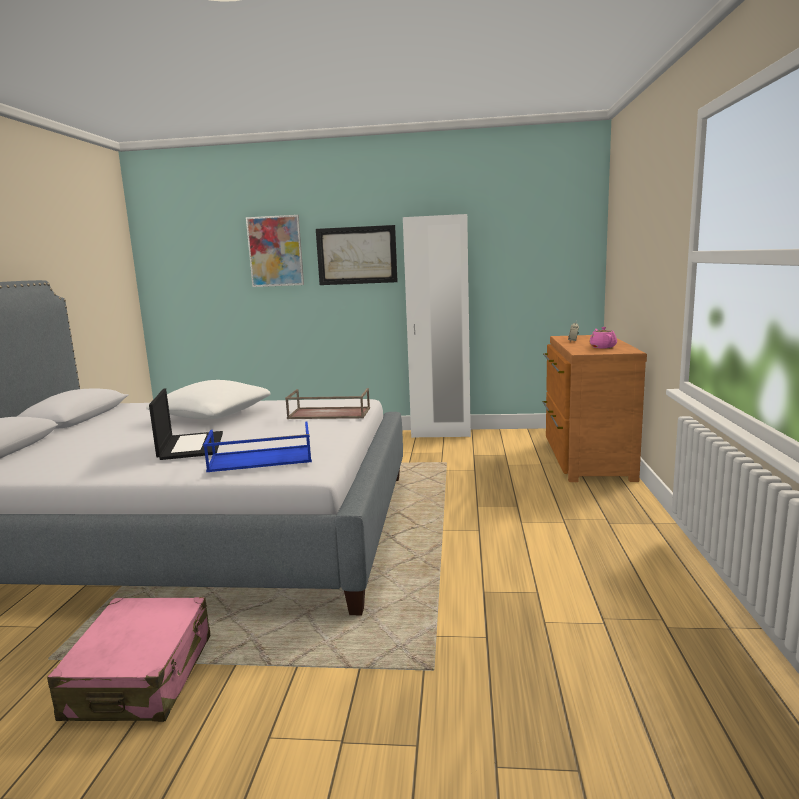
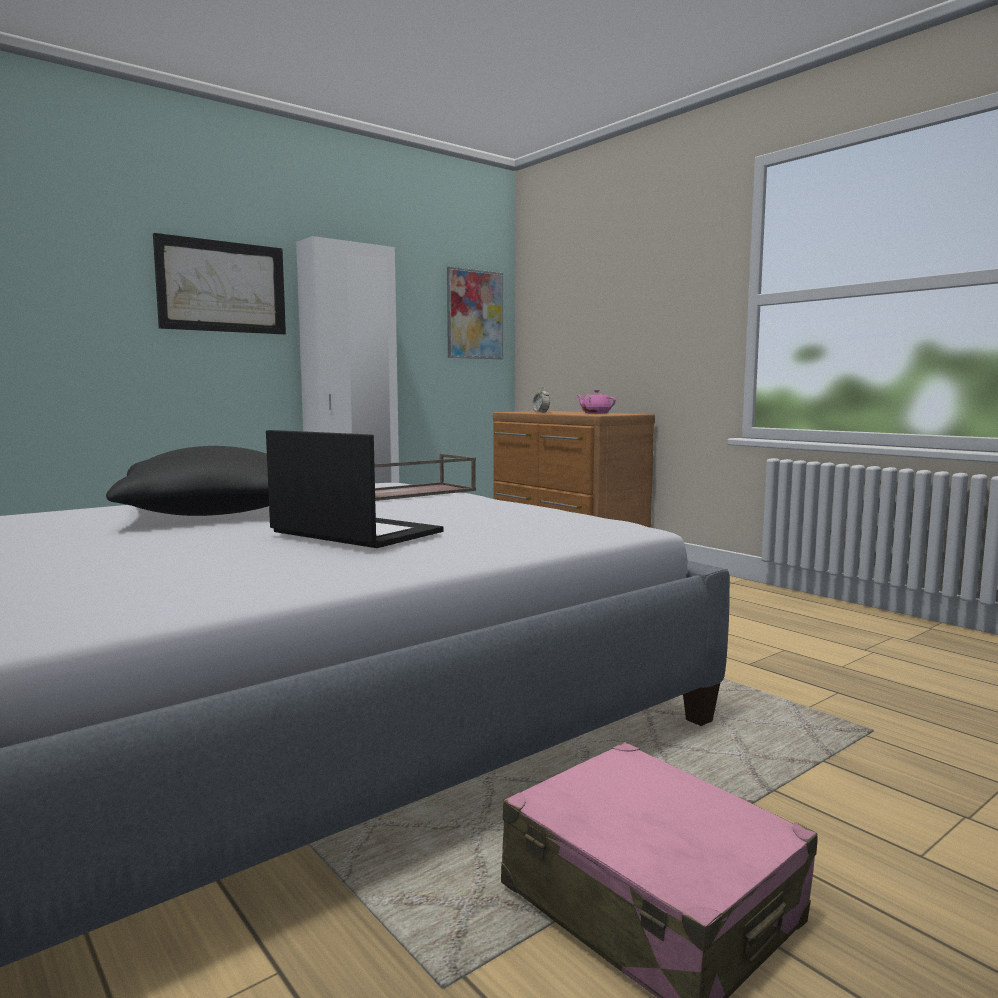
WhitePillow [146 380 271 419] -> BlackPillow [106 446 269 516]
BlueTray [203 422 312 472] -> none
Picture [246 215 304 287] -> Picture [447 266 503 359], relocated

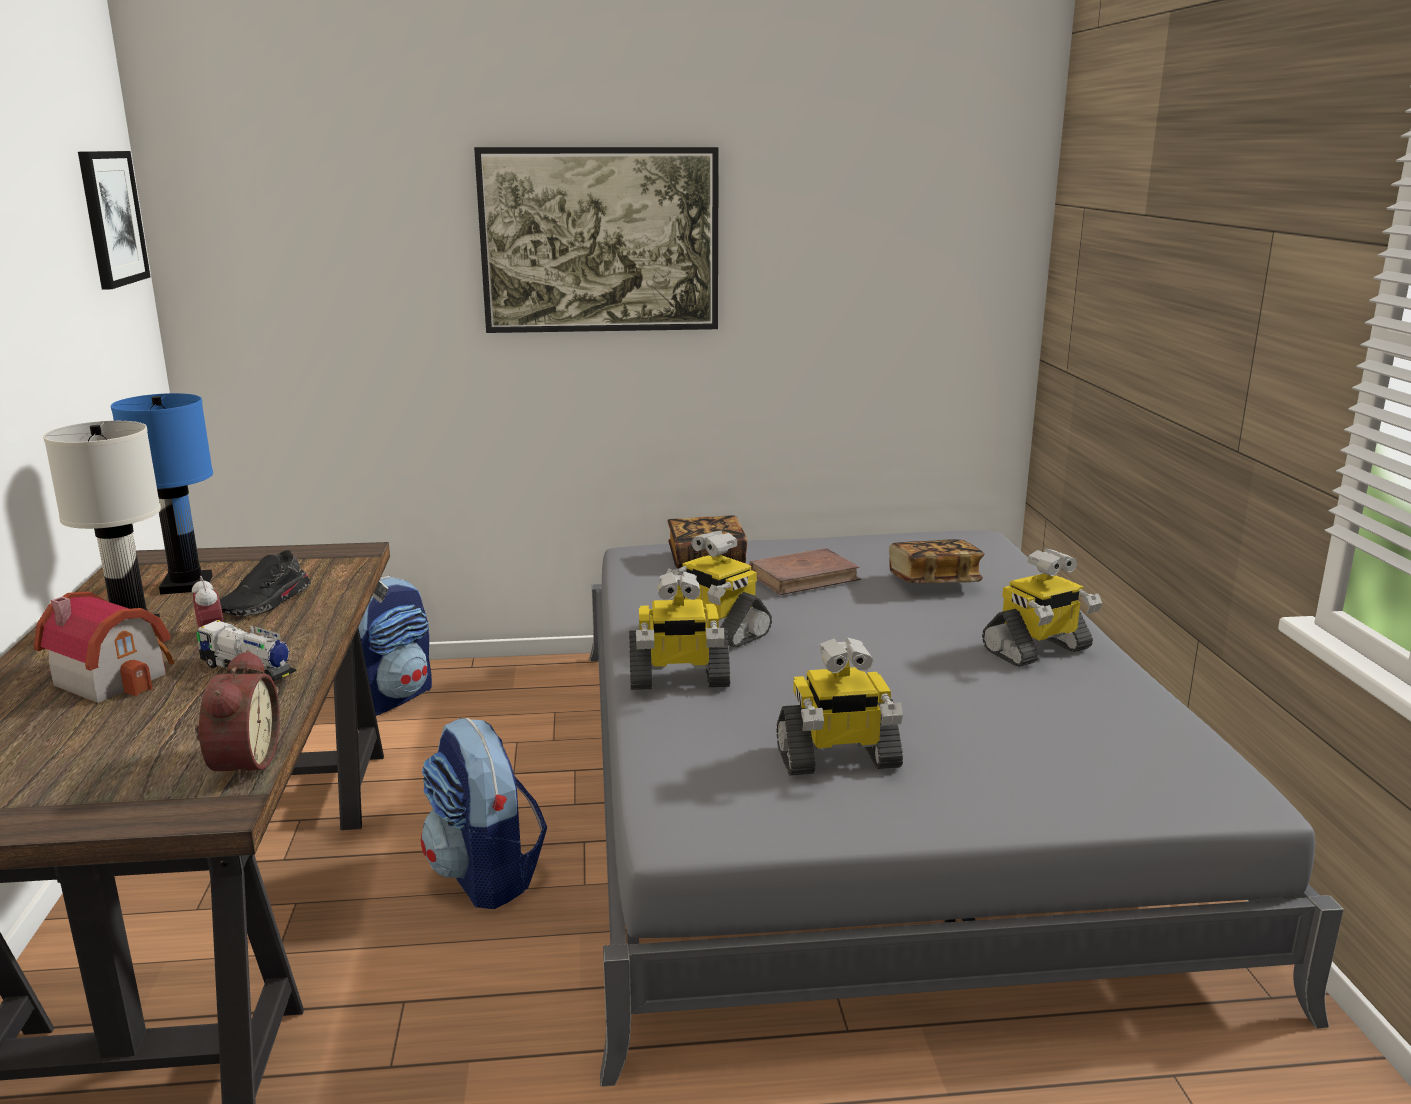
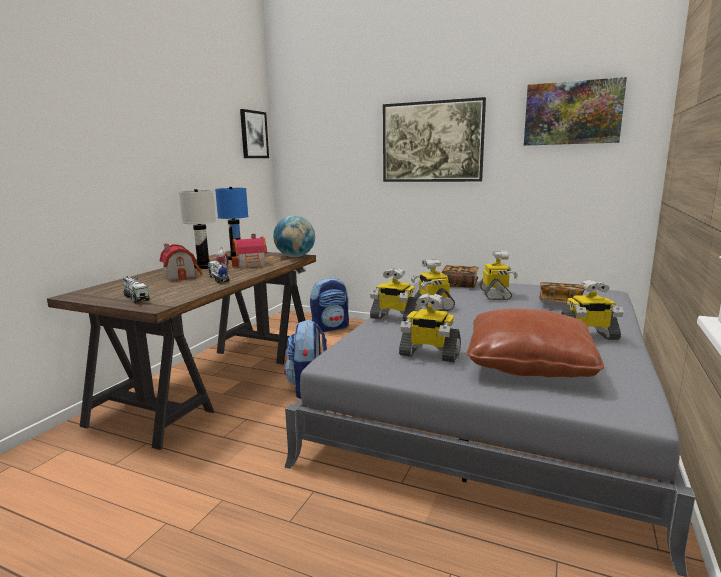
AlarmClock [195 650 280 785] -> none
BlackShoe [220 550 311 616] -> ToyHouse [231 234 267 269]
BrownBook [749 548 861 595] -> ToyRobot [479 251 518 300]
none -> ToyTruck [123 276 150 303]
none -> Globe [273 216 315 257]
none -> BrownPillow [467 309 604 377]
none -> Picture [524 77 627 146]

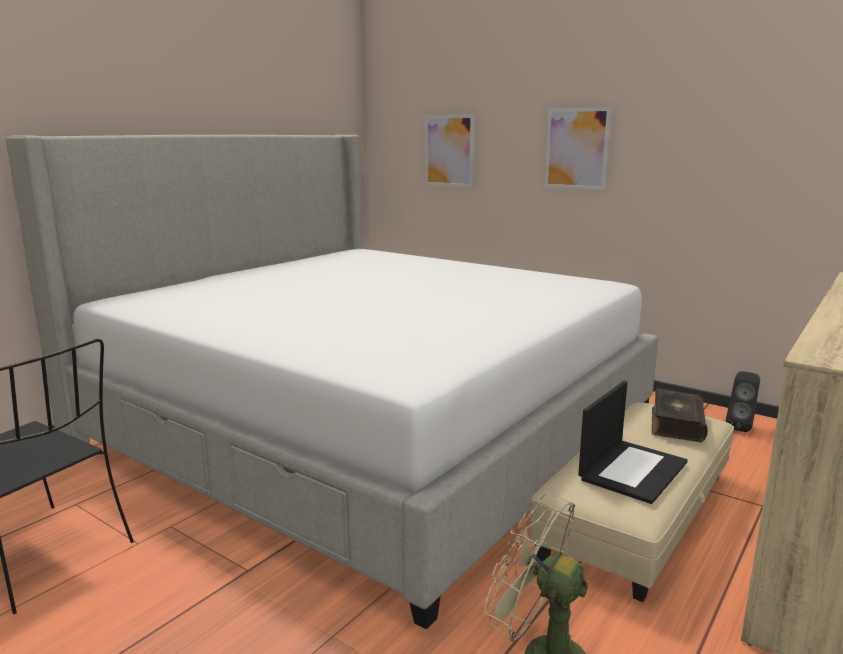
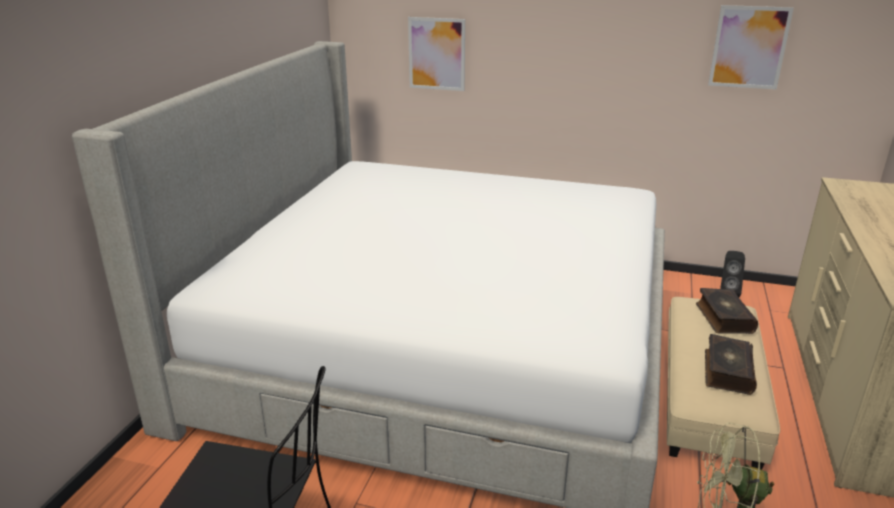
Picture [544 107 611 190] -> Picture [708 5 794 90], relocated
Laptop [578 381 688 504] -> Book [705 334 757 395]

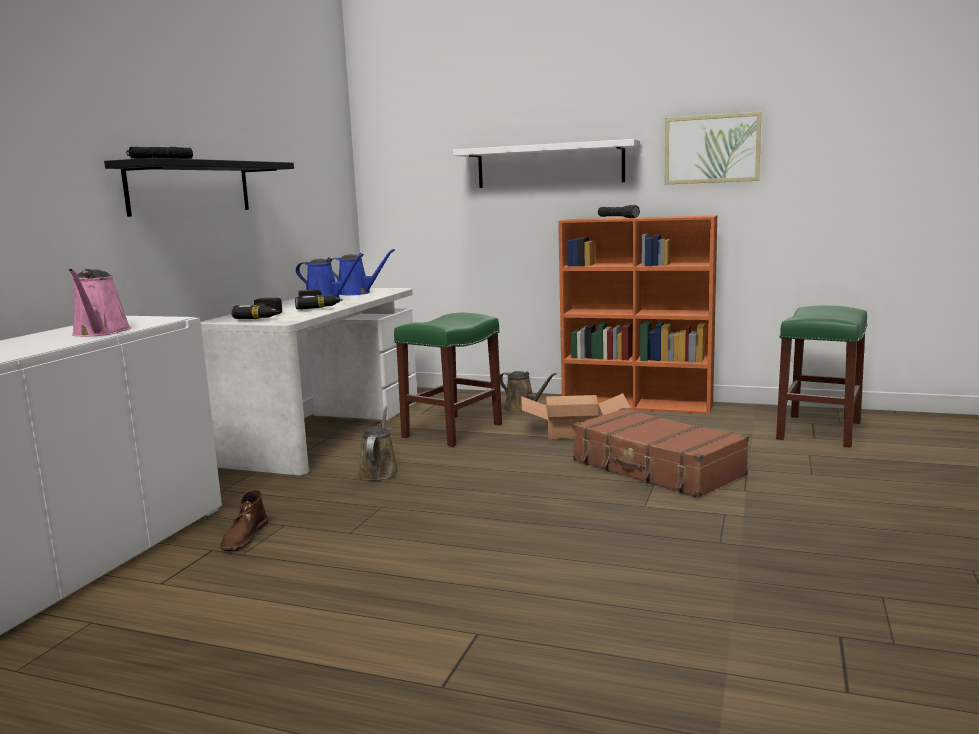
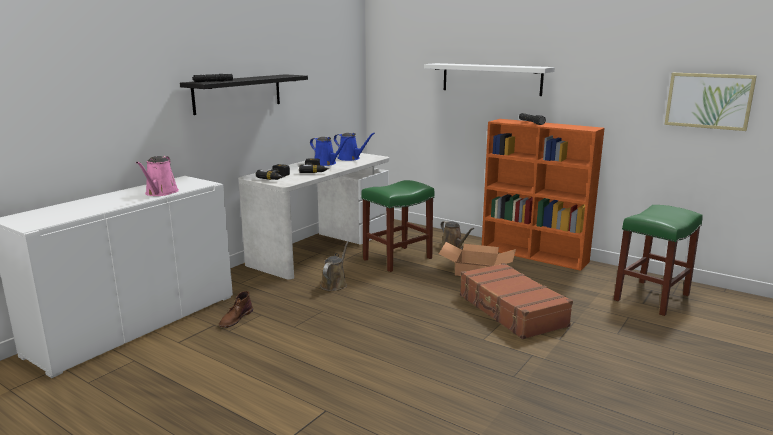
Picture [665 112 762 184] -> Picture [664 73 757 131], relocated

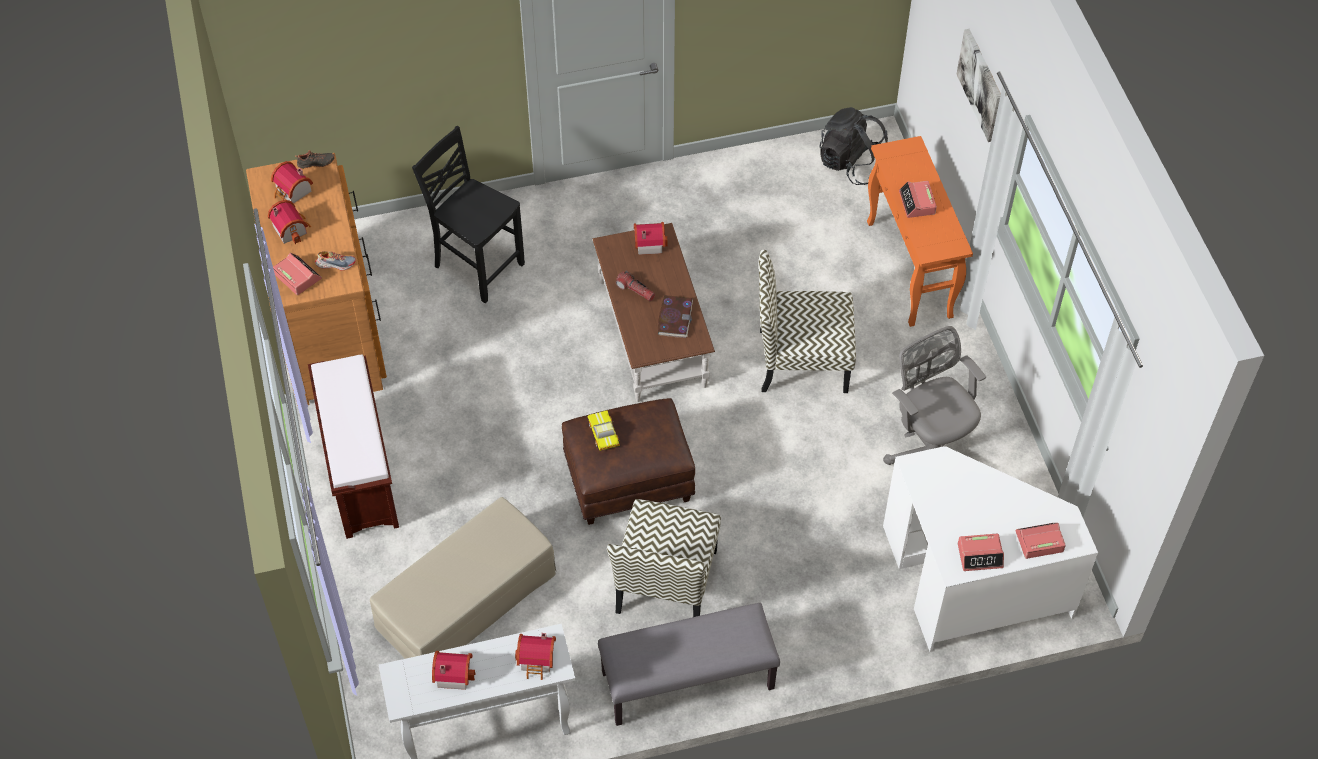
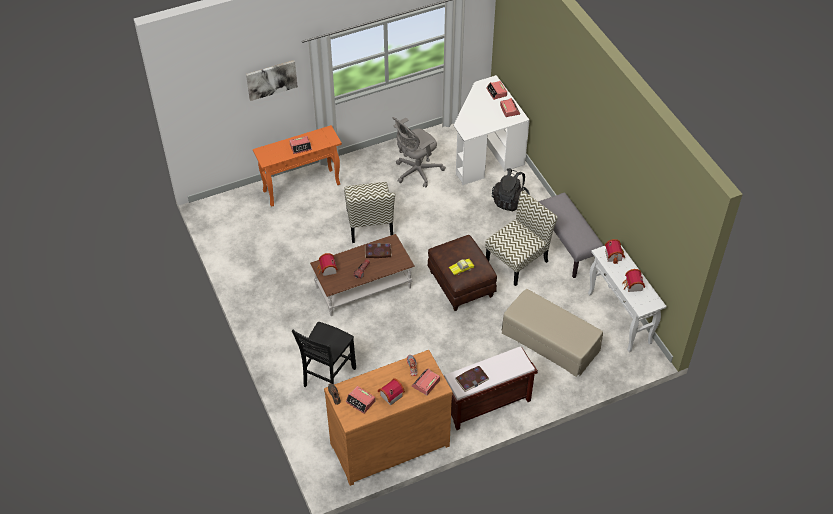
ToyHouse [271 161 313 203] -> AlarmClock [346 386 375 414]
Chair [607 499 721 617] -> Chair [485 191 558 286], 45 degrees counterclockwise
BlackBackpack [819 107 888 185] -> BlackBackpack [492 168 530 211], relocated
none -> Book [455 366 489 392]

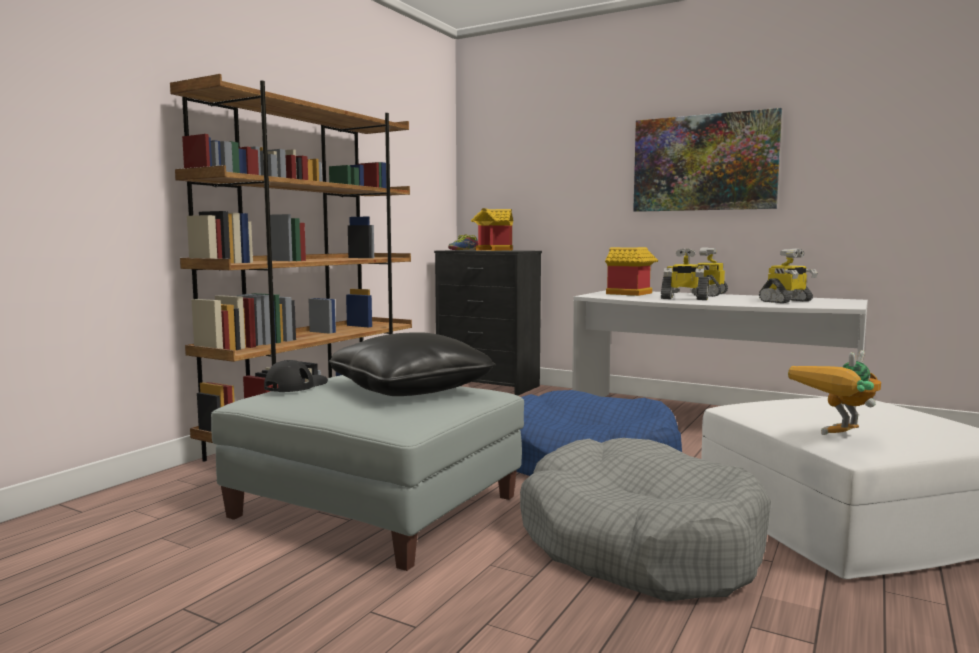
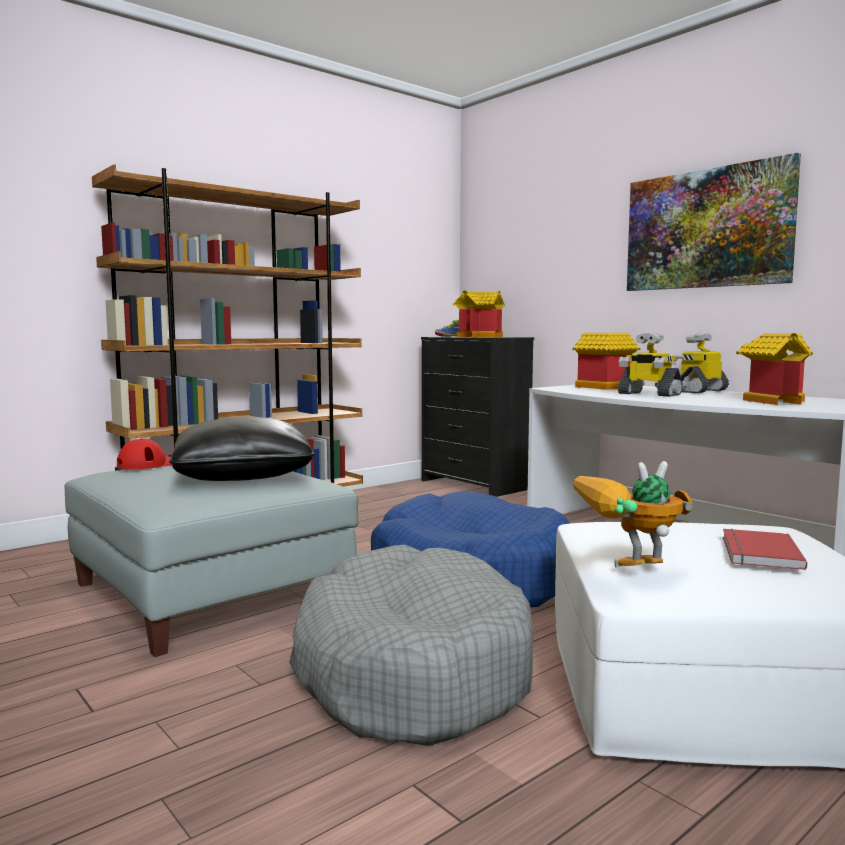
BlackCap [264 360 328 392] -> RedCap [117 439 172 469]
ToyRobot [759 249 818 303] -> ToyHouse [736 333 813 405]
none -> RedBook [723 529 807 570]

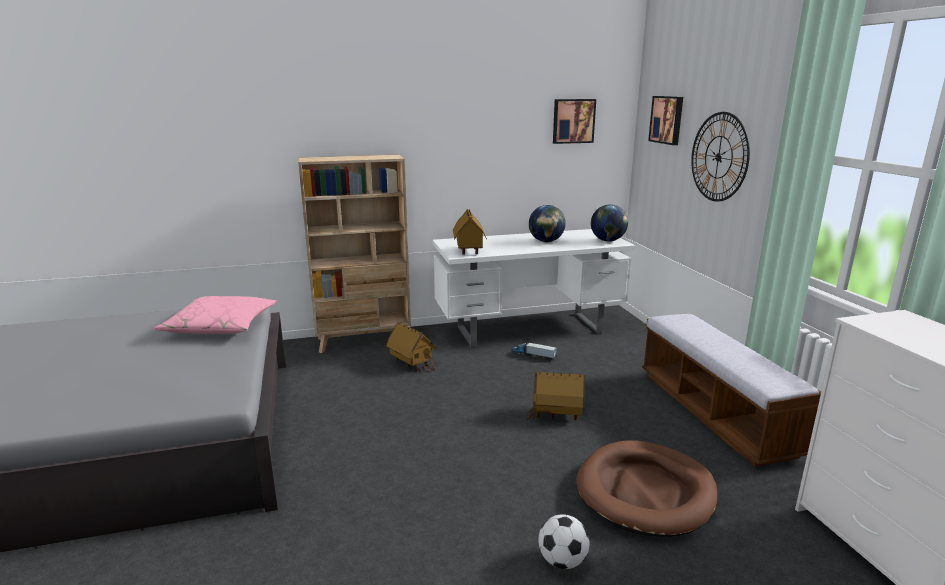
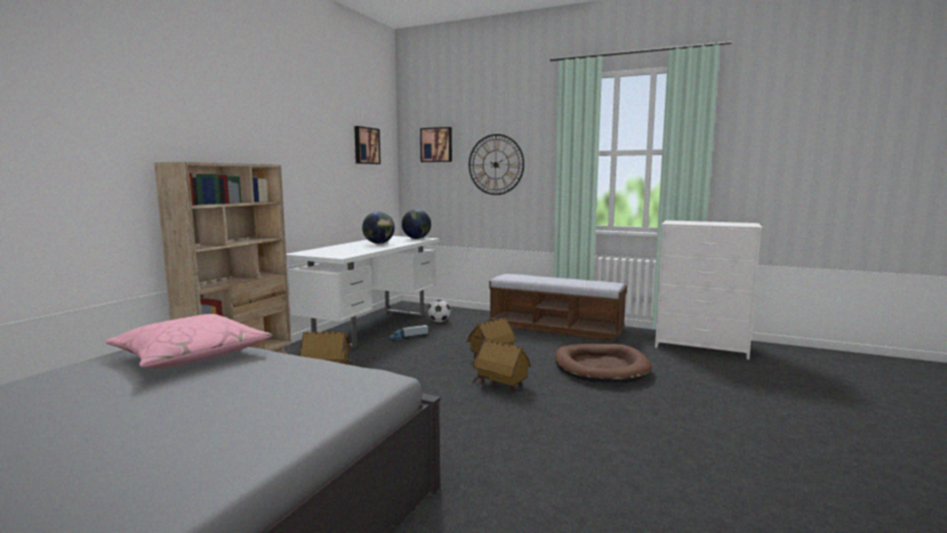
ToyHouse [453 209 487 255] -> ToyHouse [472 339 531 391], relocated
Football [538 514 589 569] -> Football [428 300 451 322], relocated

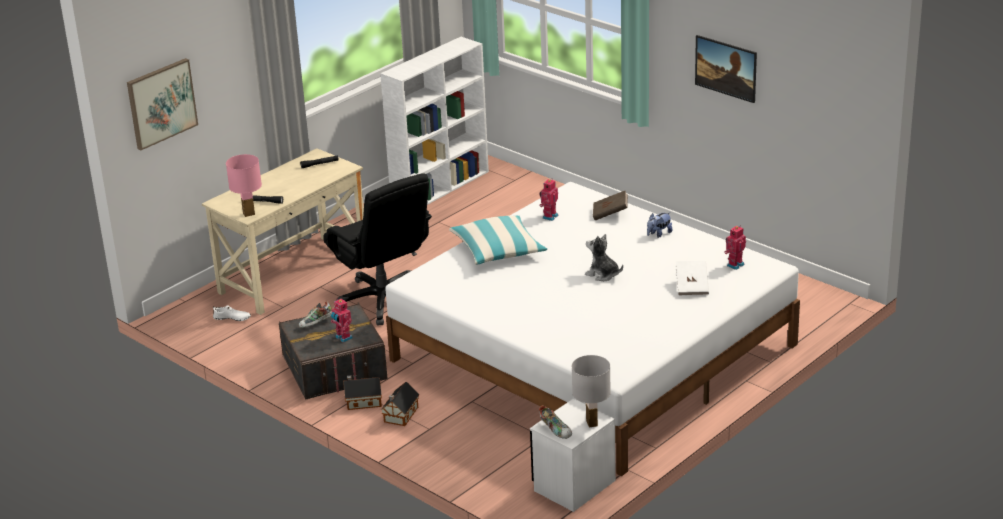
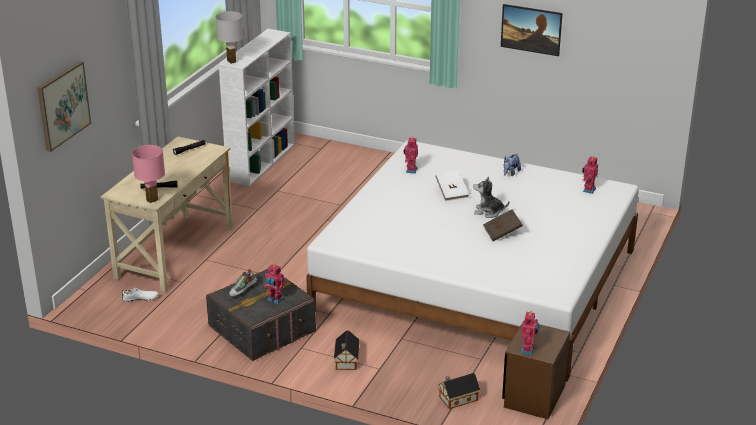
BlackOfficeChair [323 174 432 325] -> none
ToyHouse [343 376 382 410] -> ToyHouse [438 373 480 409], relocated
Pillow [449 216 547 265] -> none
WhiteNightstand [530 399 616 512] -> BrownNightstand [502 321 570 419]
Shoe [539 405 572 439] -> ToyRobot [520 312 540 355]
WhiteTableLamp [572 355 611 428] -> WhiteTableLamp [215 11 244 64], relocated
BrownBook [593 190 628 220] -> BrownBook [483 209 523 241], relocated
WhiteBook [675 261 709 296] -> WhiteBook [435 170 469 201], relocated

